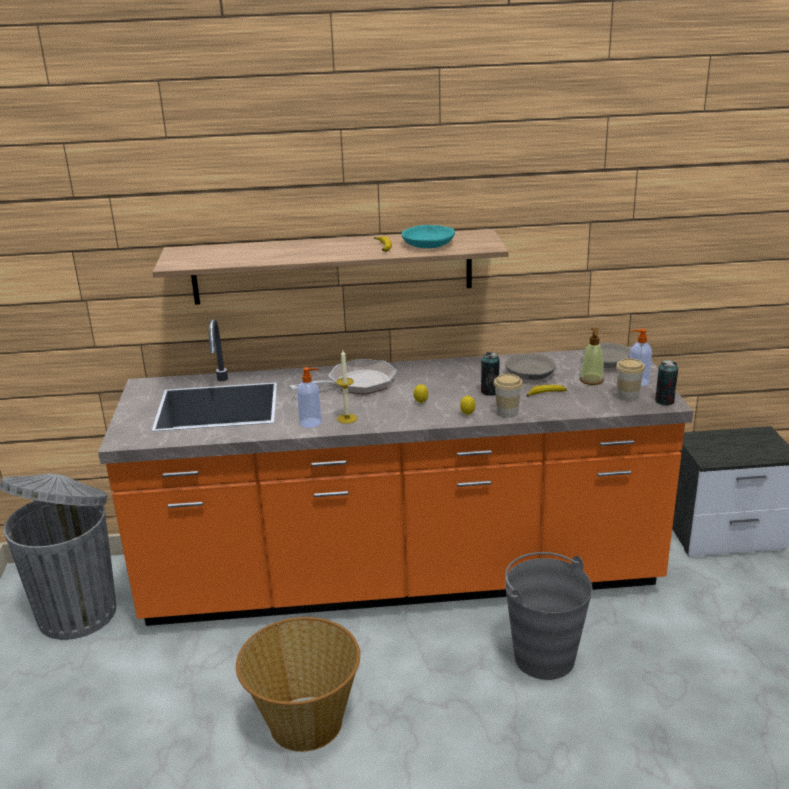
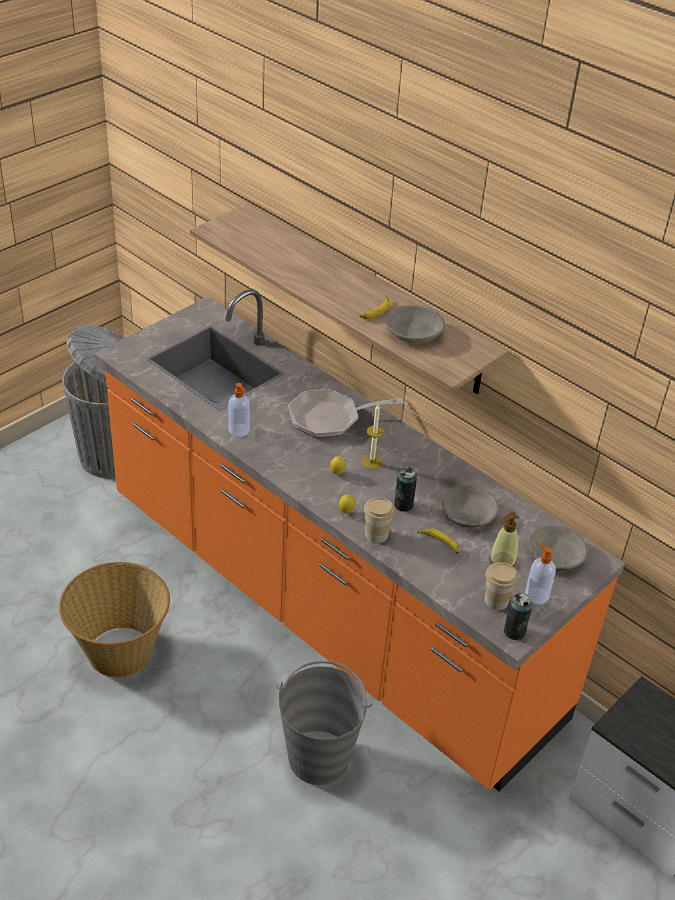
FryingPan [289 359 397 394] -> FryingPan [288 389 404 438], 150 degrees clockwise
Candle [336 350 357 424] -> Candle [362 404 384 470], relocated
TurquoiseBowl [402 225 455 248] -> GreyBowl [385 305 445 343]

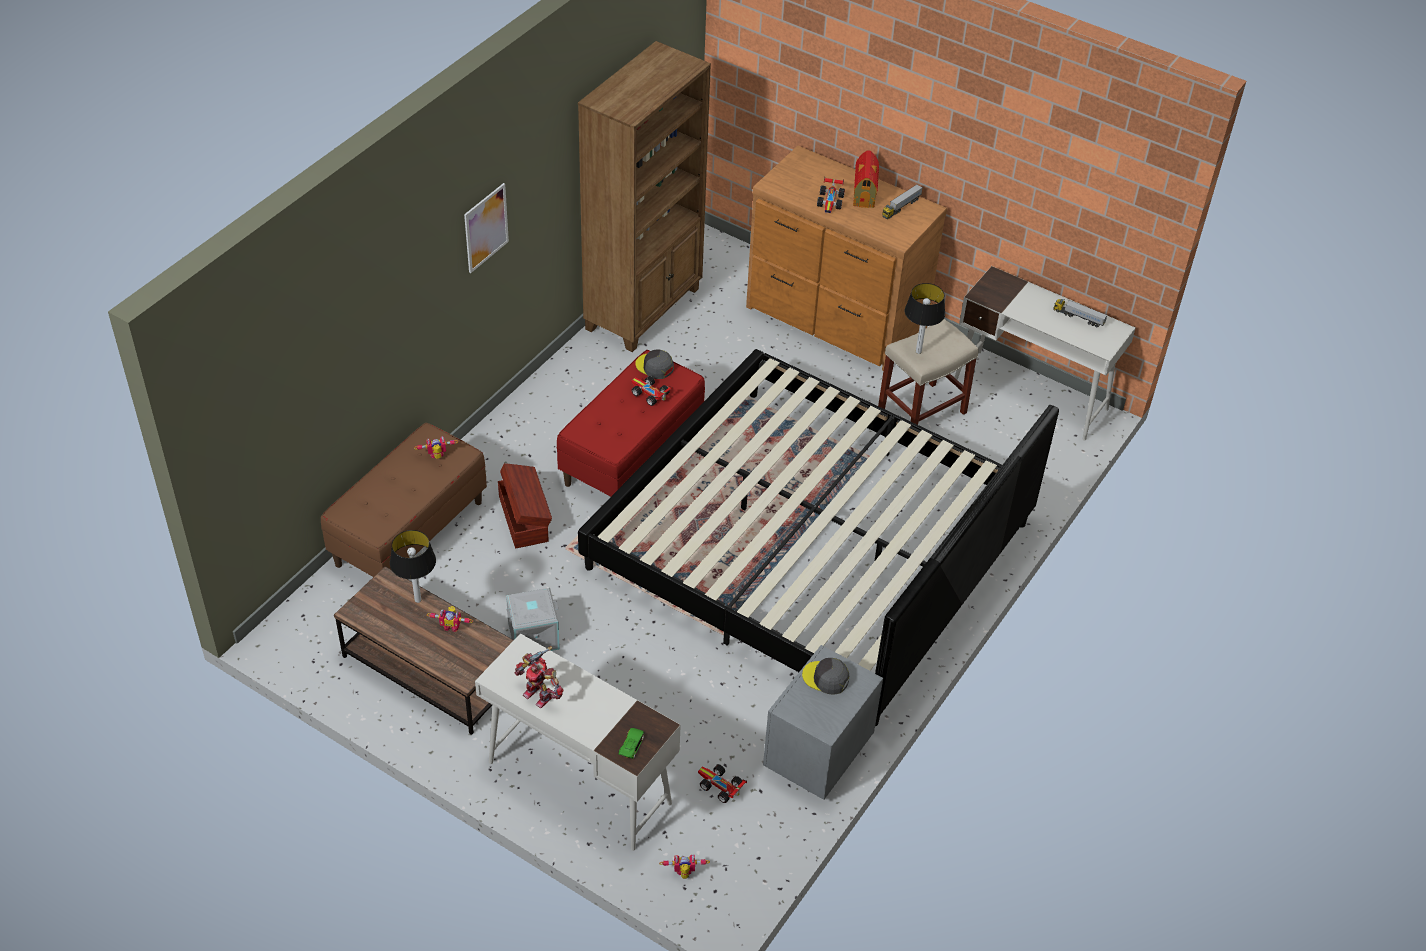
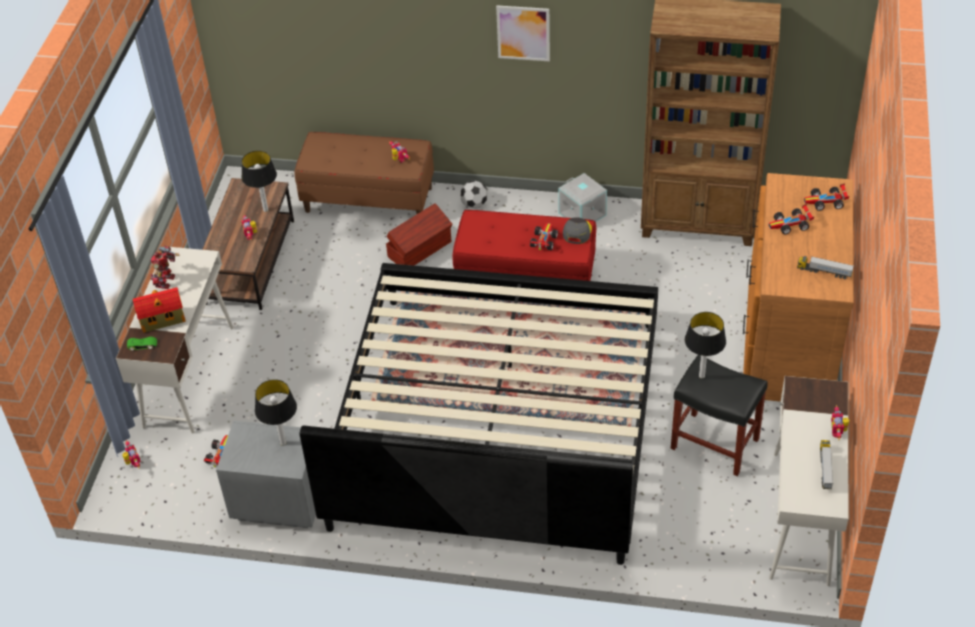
GreyStorageBox [506 588 560 651] -> GreyStorageBox [558 173 607 222], relocated
GreyCap [802 658 849 695] -> TableLamp [255 379 297 446]
ToyHouse [853 150 879 208] -> ToyHouse [133 287 185 333], relocated
BeigeStool [878 319 979 425] -> BlackStool [671 355 768 476]
none -> Football [461 180 487 209]
none -> ToyCar [804 183 849 211]
none -> ToyRobot [831 405 849 441]

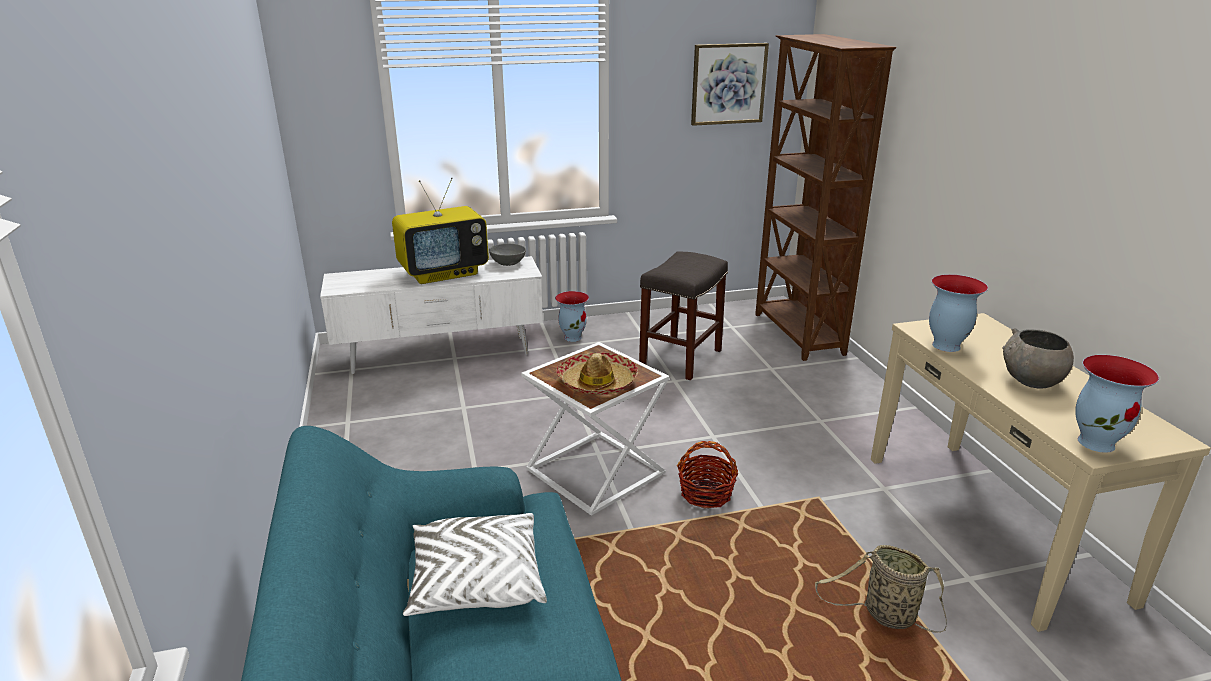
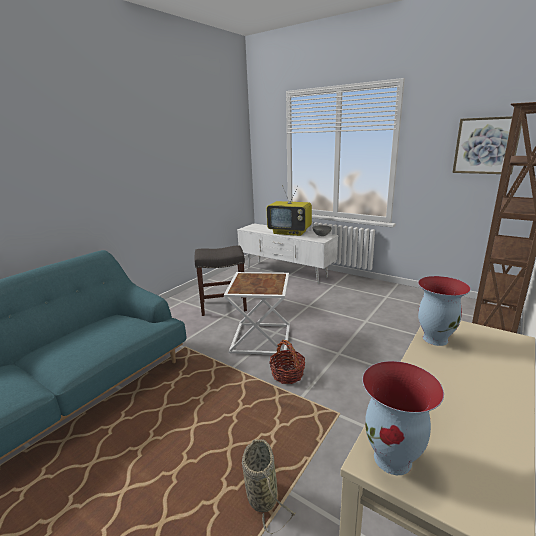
WhitePillow [403 513 547 616] -> none
Vase [555 291 589 342] -> none
Hat [556 353 638 395] -> none
GreyStool [639 252 728 380] -> GreyStool [195 245 247 316], relocated
GreyBowl [1002 328 1074 388] -> none

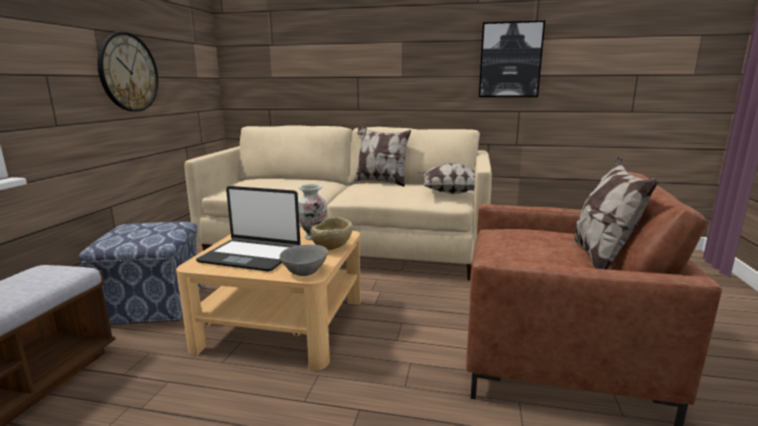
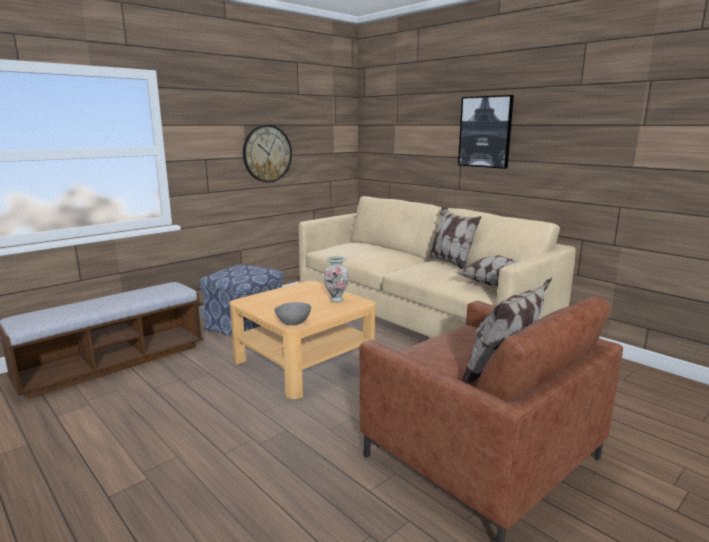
Laptop [196 186 301 271] -> none
BeigeBowl [311 217 353 250] -> none
Picture [479 21 545 97] -> Picture [458 95 514 169], relocated

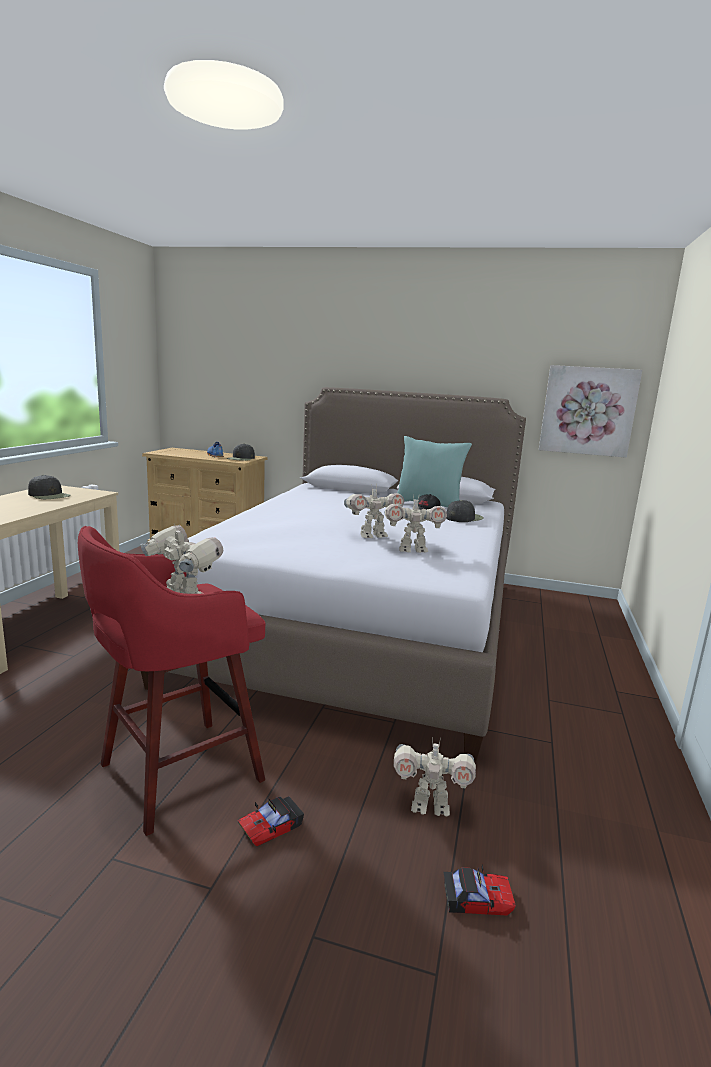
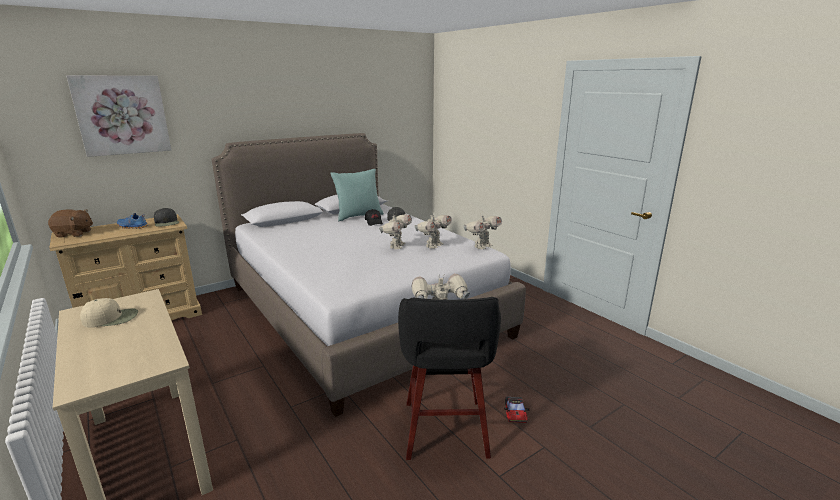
BlackCap [28 475 71 499] -> BeigeCap [80 298 138 328]
RedStool [78 526 265 836] -> BlackStool [398 297 501 460]
ToyRobot [394 737 476 816] -> ToyRobot [463 213 502 249], relocated
ToyCar [444 865 516 916] -> none
Picture [539 365 642 458] -> Picture [66 75 171 157], relocated
none -> BrownPlushToy [48 209 93 238]

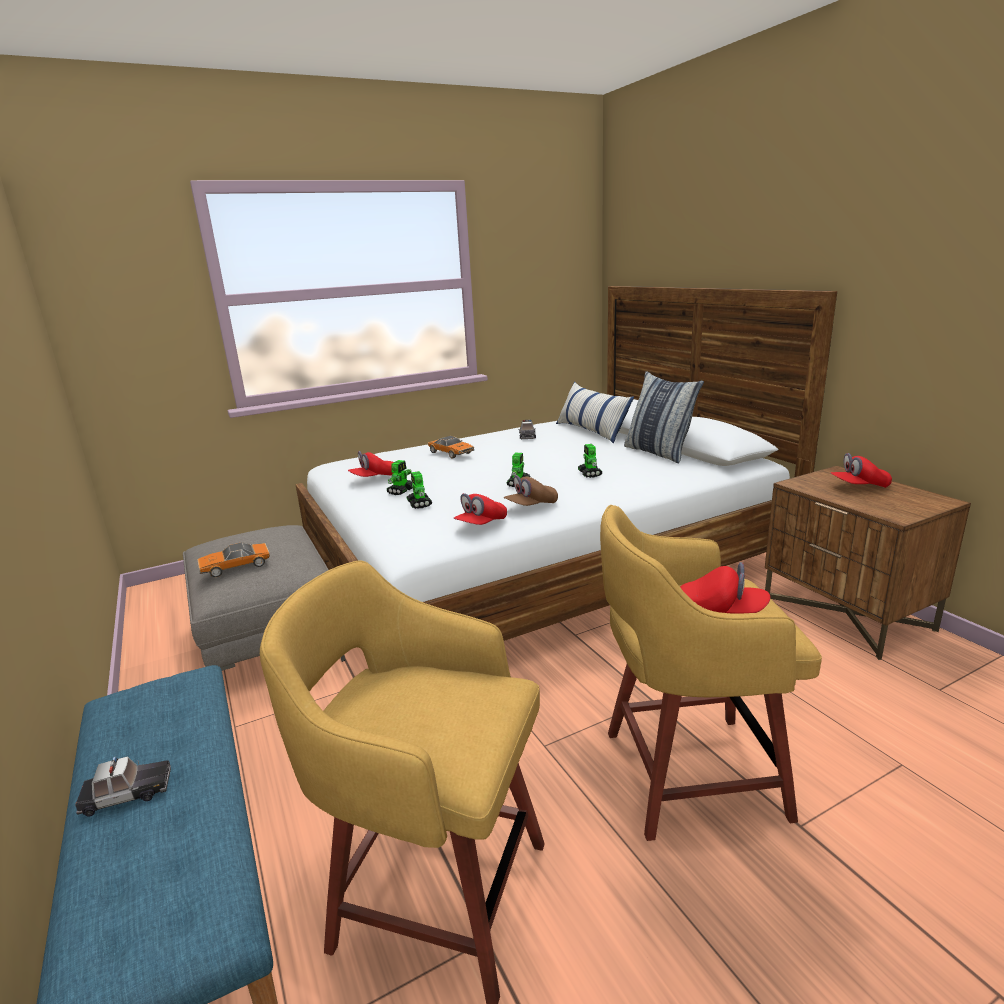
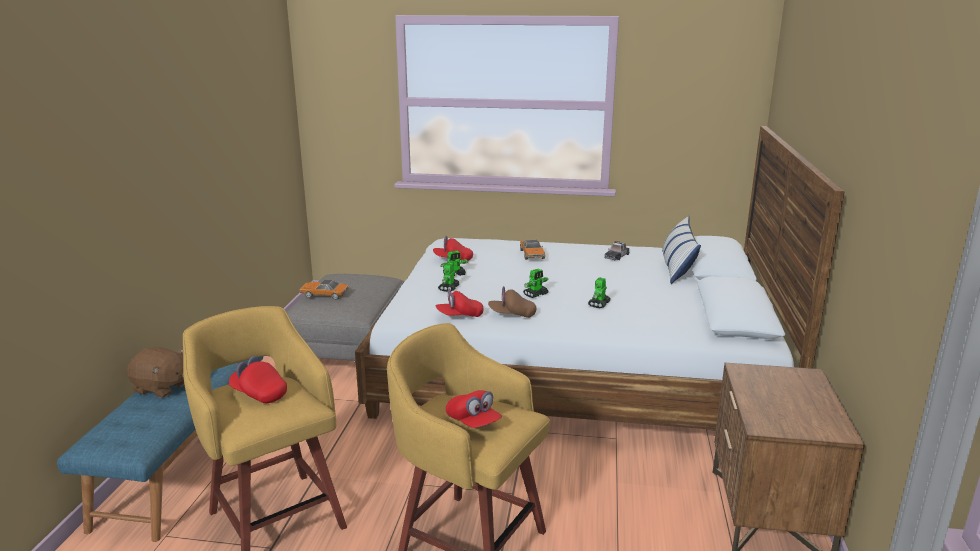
ToyCar [75 756 171 817] -> BrownPlushToy [126 347 184 398]
Pillow [624 371 704 463] -> none
RedCap [830 453 892 488] -> RedCap [229 356 287 403], relocated

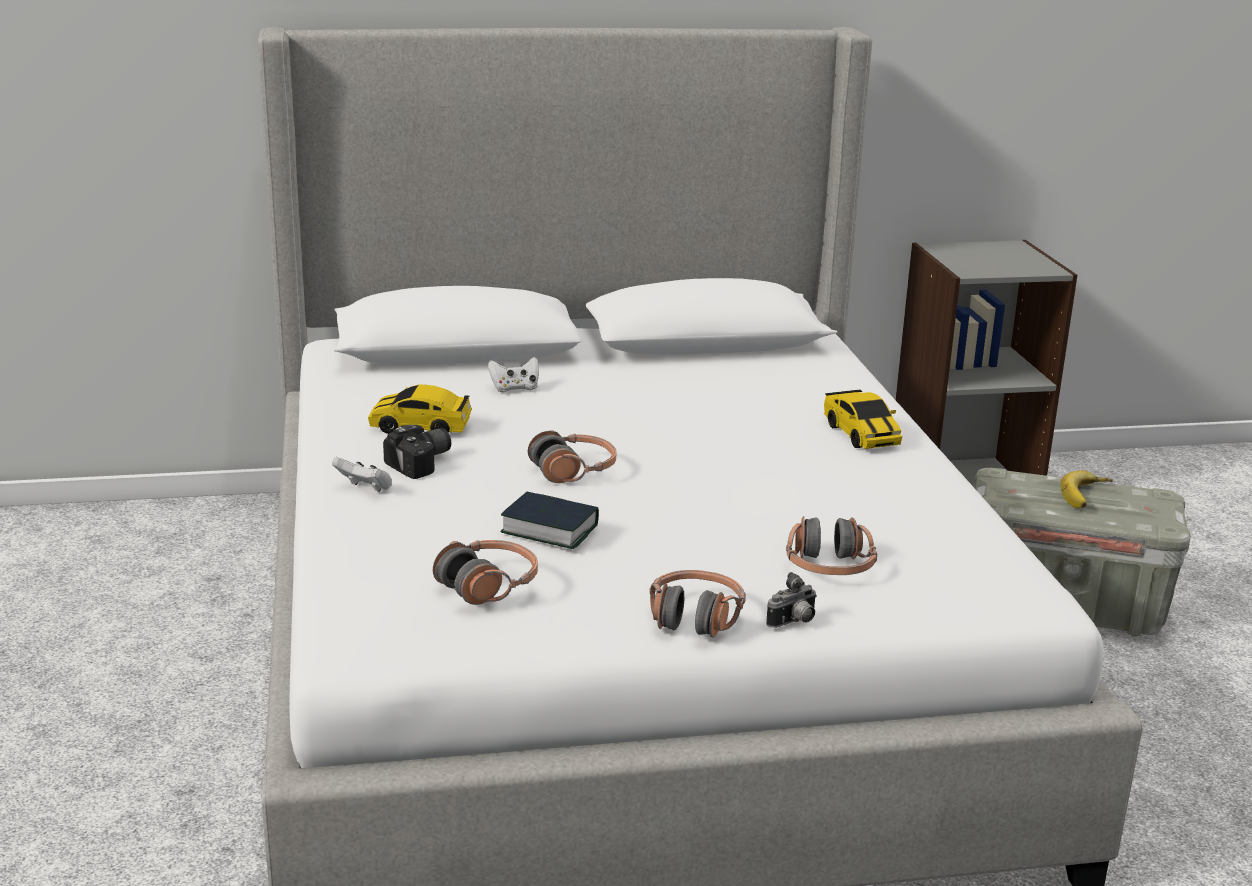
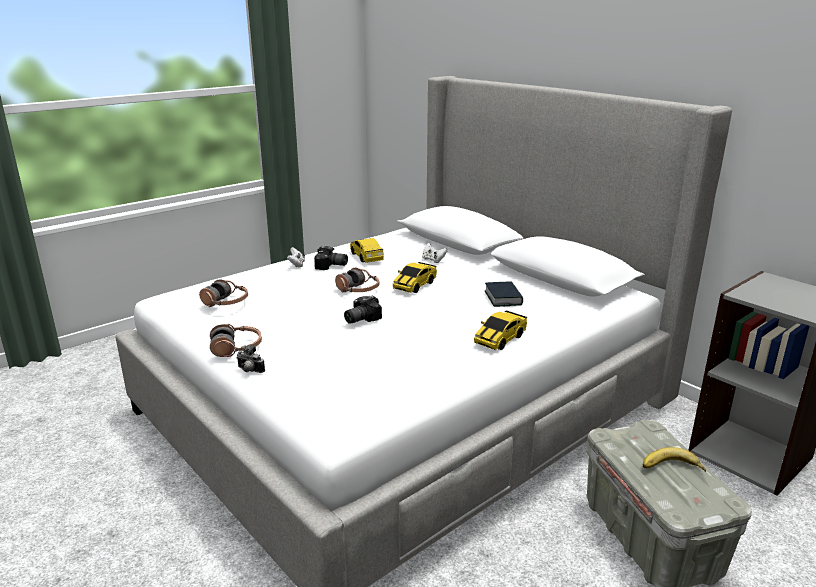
Book [501 492 599 549] -> Book [485 281 523 307], relocated
Headphones [786 516 877 575] -> none
none -> PhotoCamera [344 295 382 324]
none -> ToyCar [393 262 437 293]

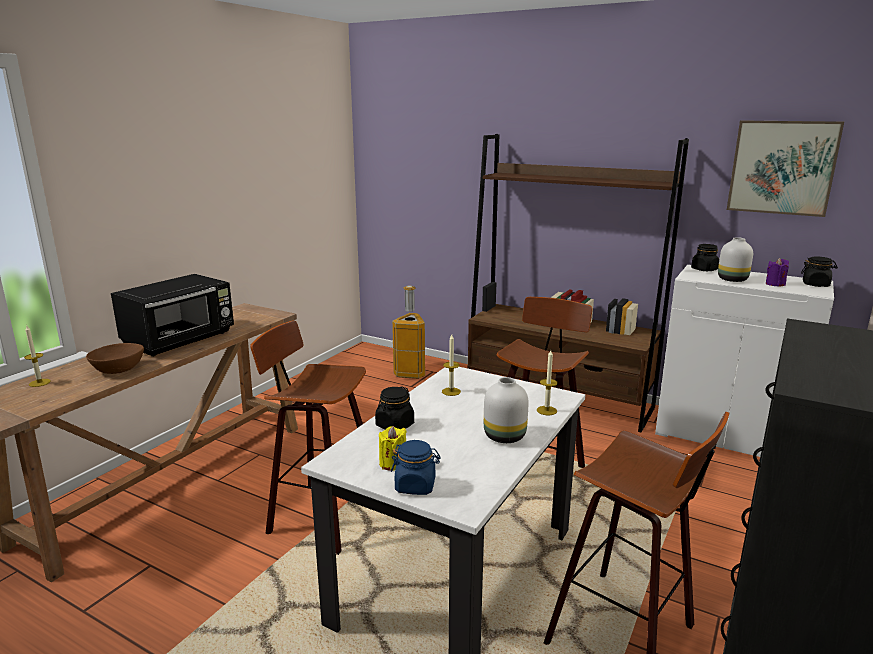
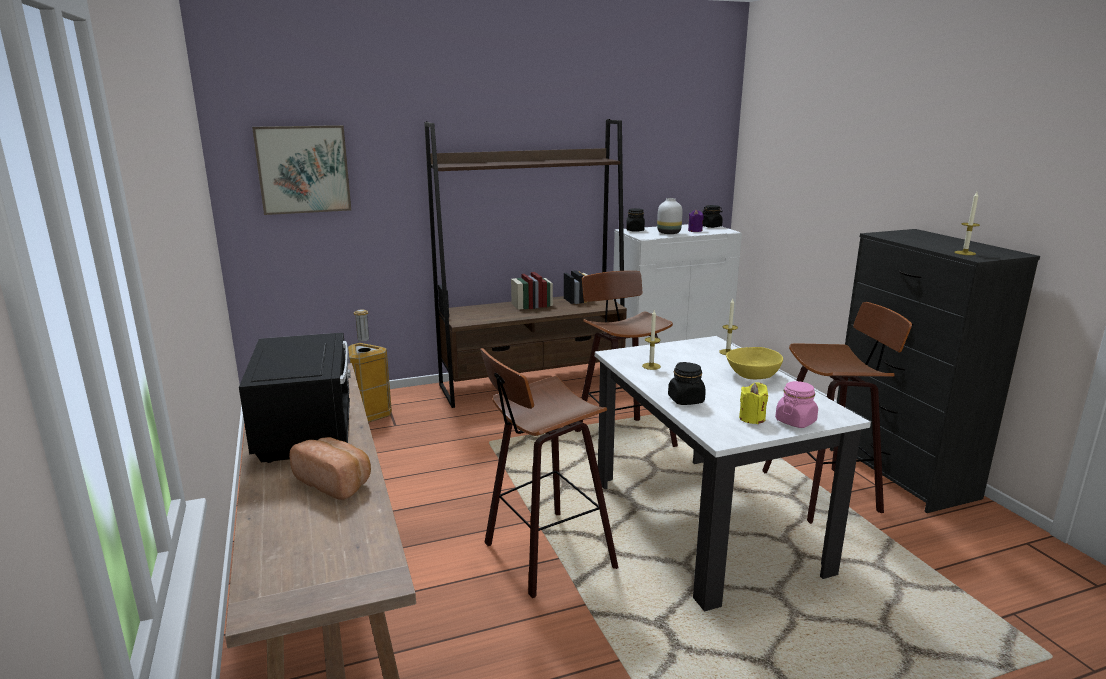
Candle [24 326 51 387] -> Candle [954 192 980 255], relocated
BrownBowl [86 343 144 374] -> Bread [289 437 371 500]
BlueJar [391 440 441 495] -> PinkJar [775 381 818 428]
WhiteVase [484 377 529 443] -> YellowBowl [726 347 783 379]
Picture [727 120 844 217] -> Picture [252 125 351 215], relocated

